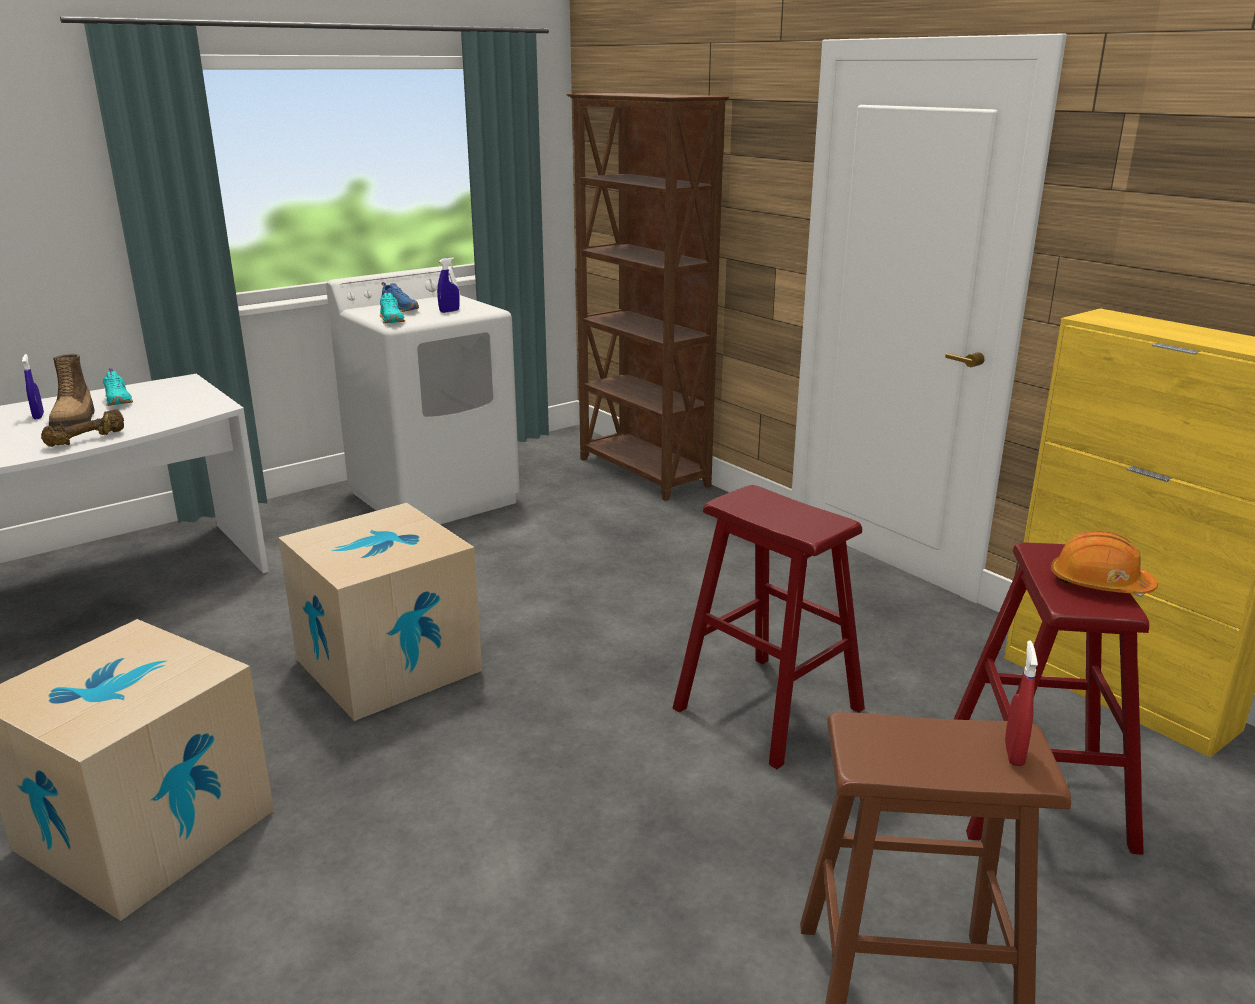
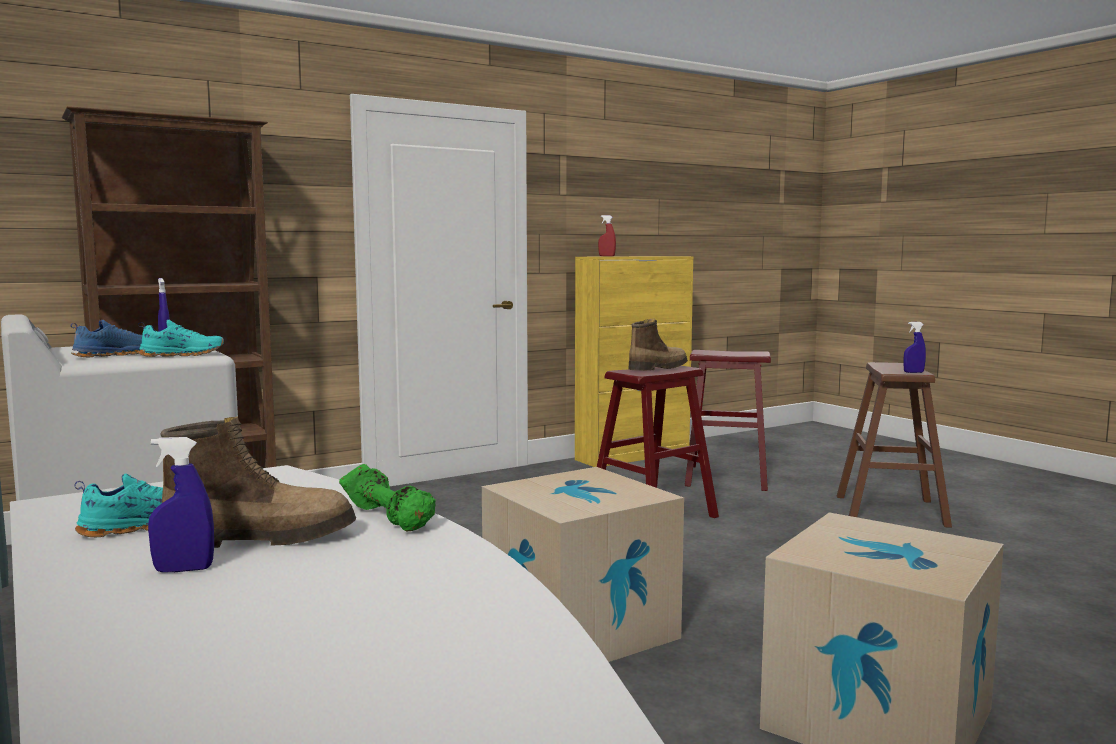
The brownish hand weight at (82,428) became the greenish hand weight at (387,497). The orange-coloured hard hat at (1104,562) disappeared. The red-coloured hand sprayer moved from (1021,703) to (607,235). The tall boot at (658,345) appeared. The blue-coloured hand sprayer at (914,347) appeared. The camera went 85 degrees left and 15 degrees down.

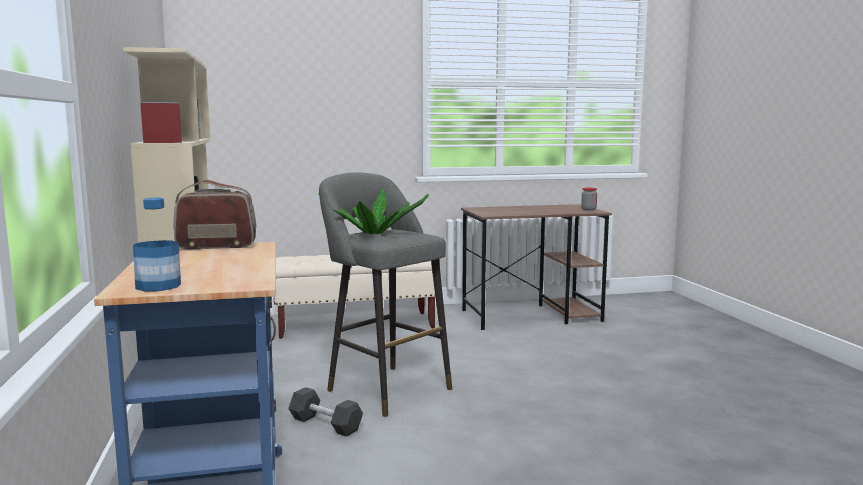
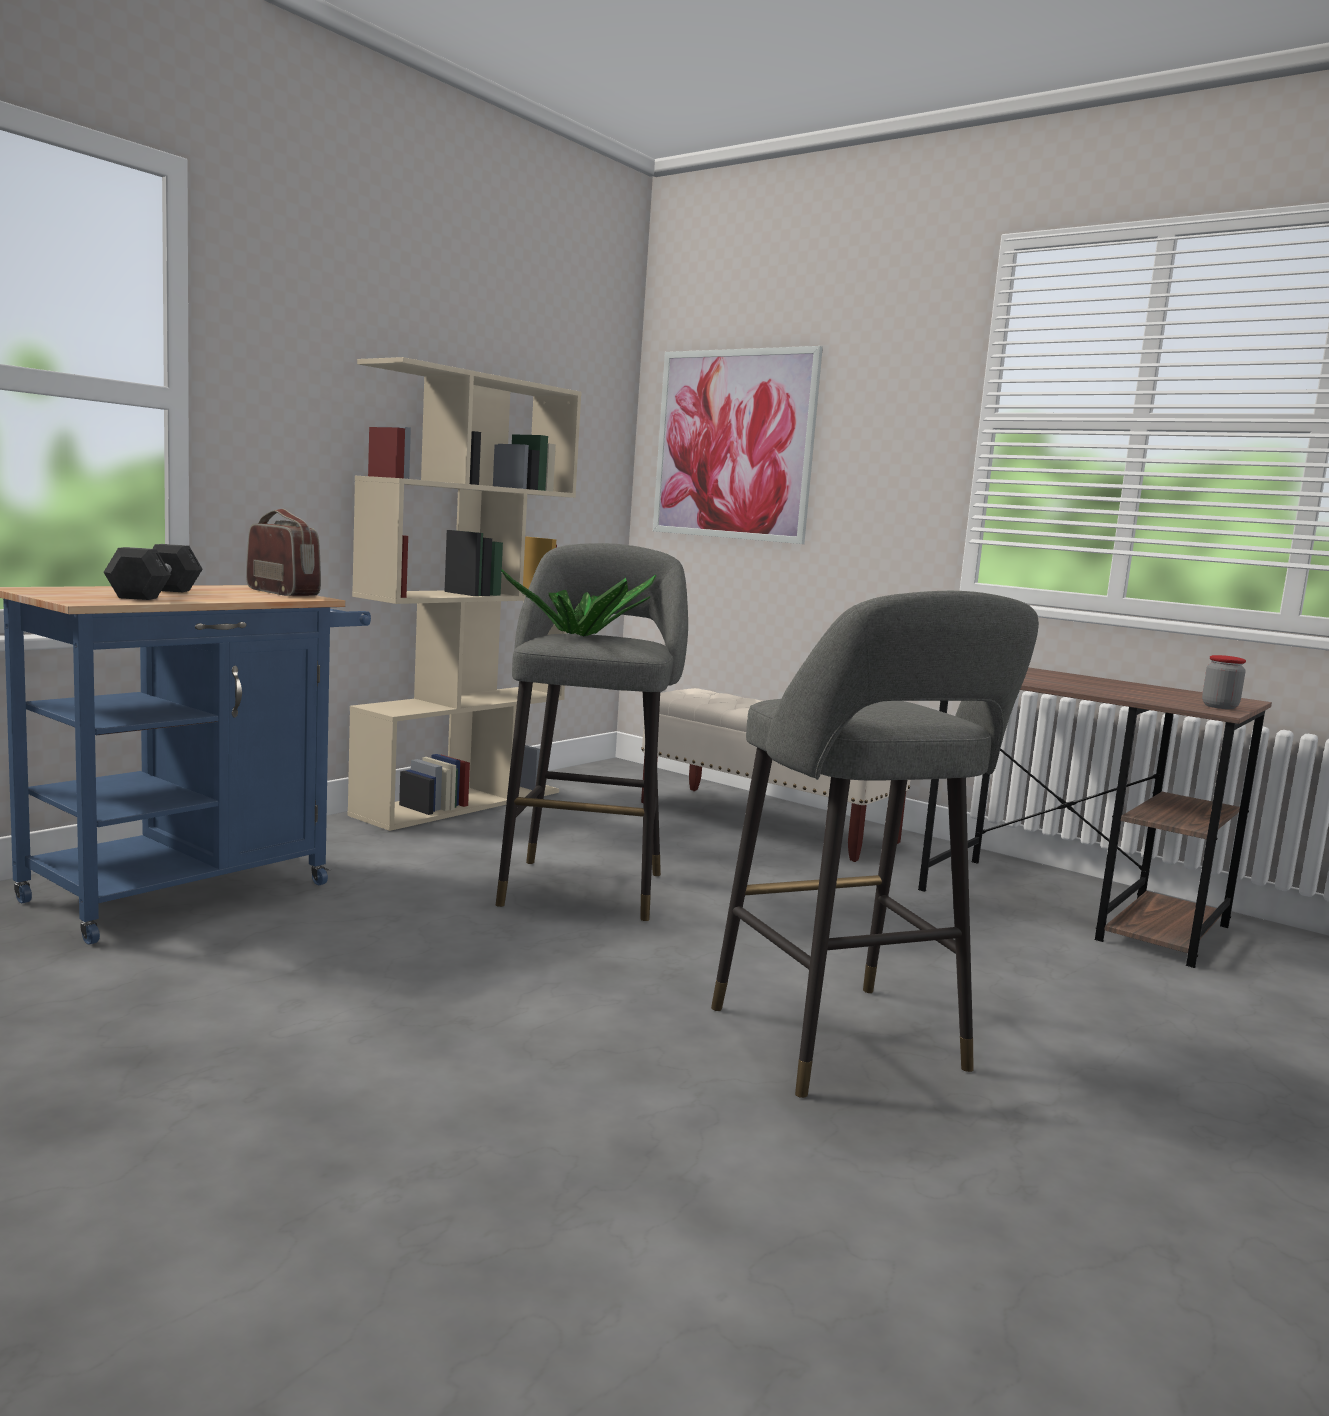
The bottle at (157,245) disappeared. The grey hand weight moved from (325,412) to (153,572). The picture at (738,445) appeared. The grey sitting stool at (875,844) appeared. The camera went 50 degrees right and 0 degrees up.

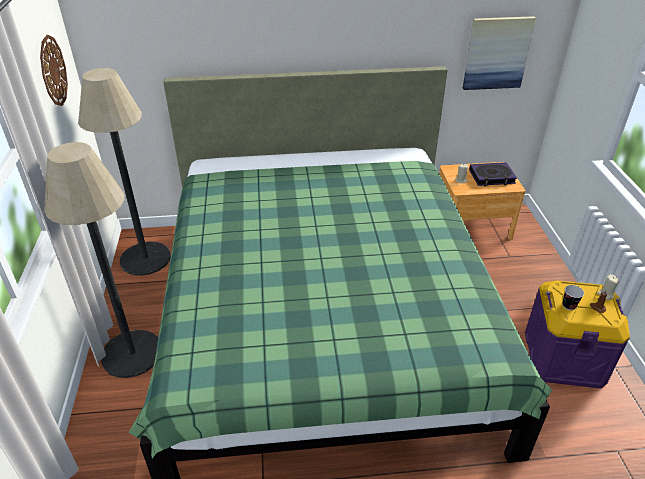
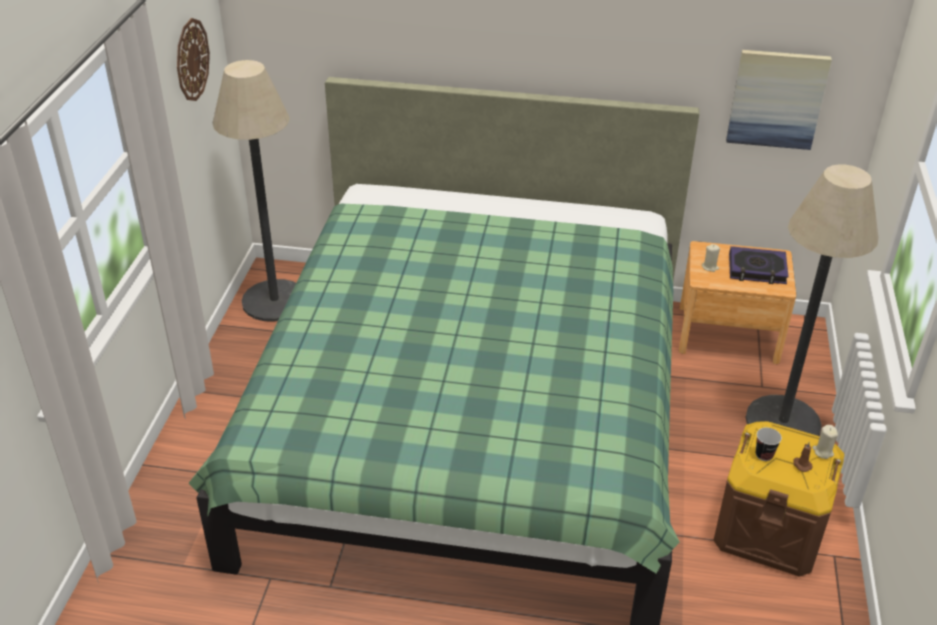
The floor lamp moved from (101,260) to (812,300). The purple-coloured storage box at (577,334) became the brownish storage box at (778,499). The camera went 15 degrees right and 0 degrees up.

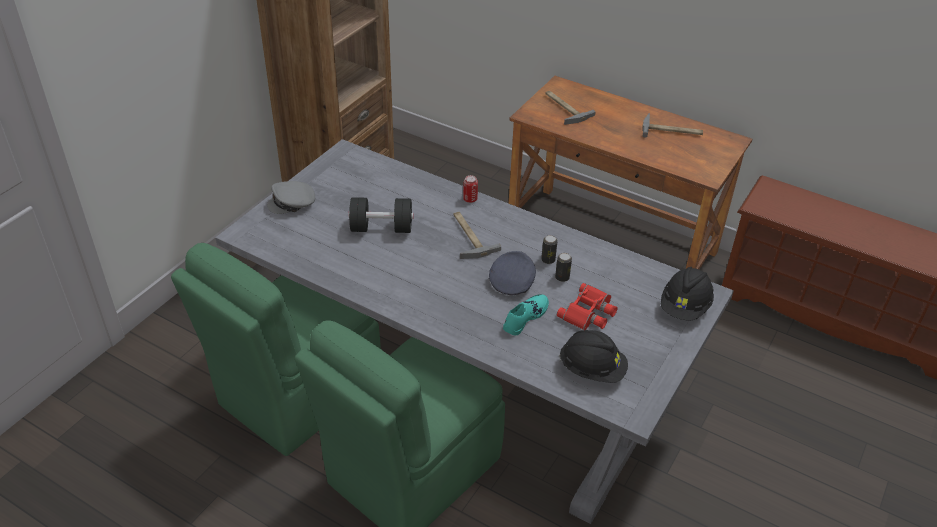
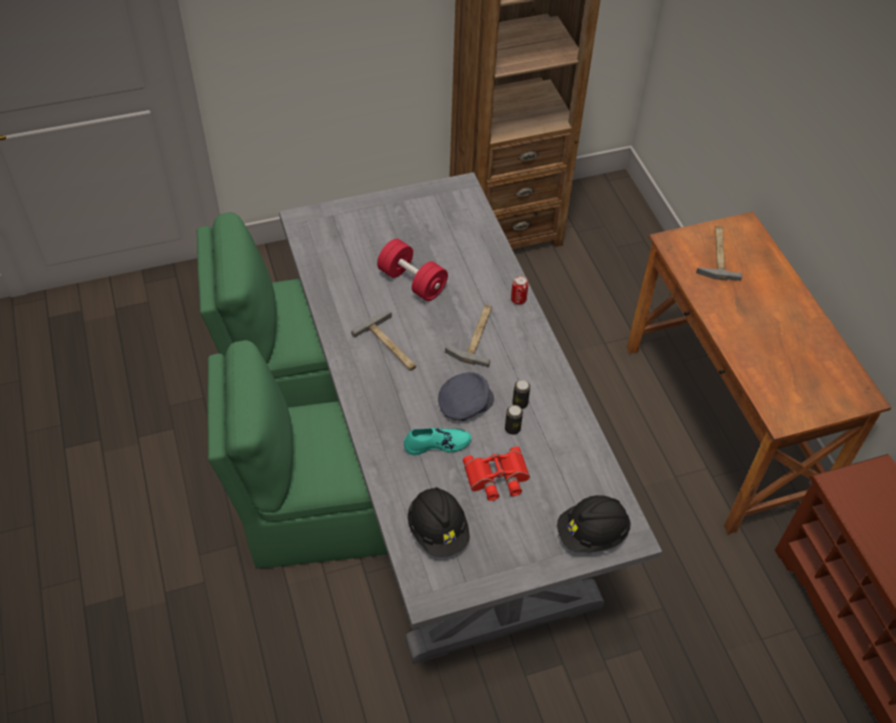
The tool hammer moved from (672,125) to (383,341). The grey cap at (291,197) disappeared. The blackish hand weight at (381,215) became the red-coloured hand weight at (412,270). The camera went 40 degrees right and 10 degrees up.

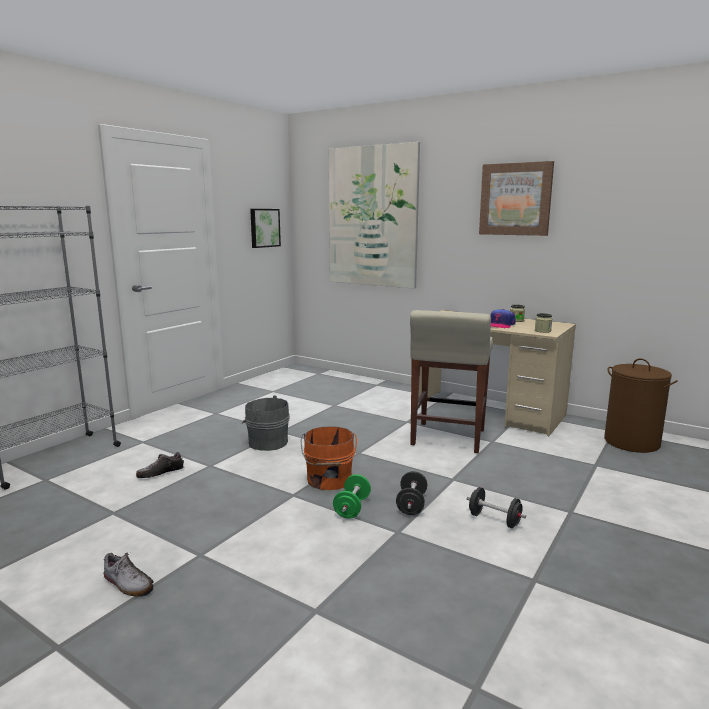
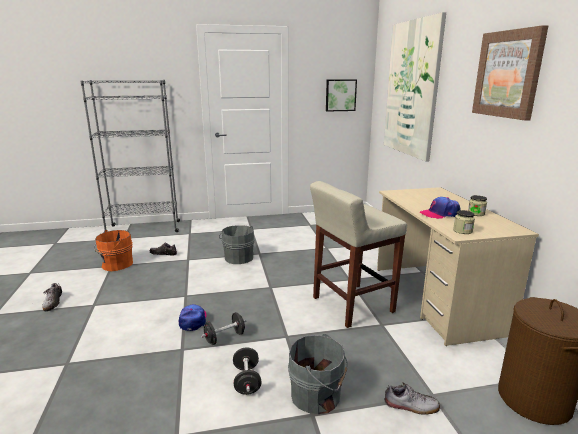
The orange-coloured water bucket moved from (329,458) to (113,250). The greenish hand weight at (352,496) was replaced by the cap at (193,317). The grey water bucket at (318,374) appeared. The low shoe at (412,398) appeared. The camera went 45 degrees right and 5 degrees up.

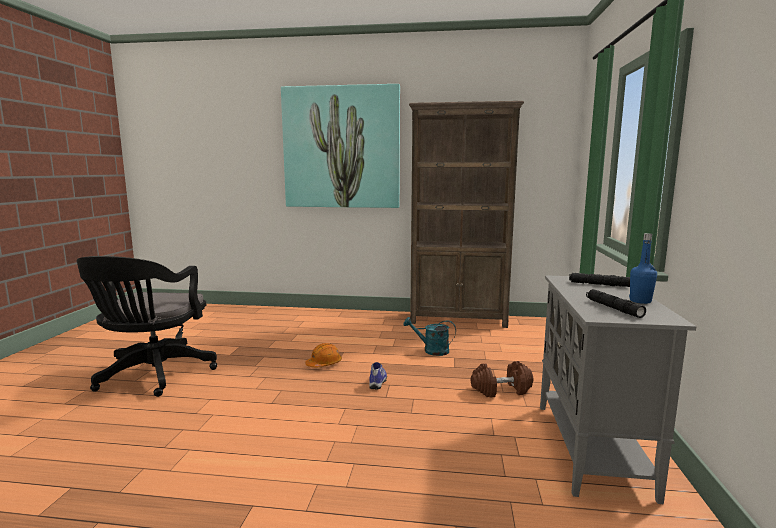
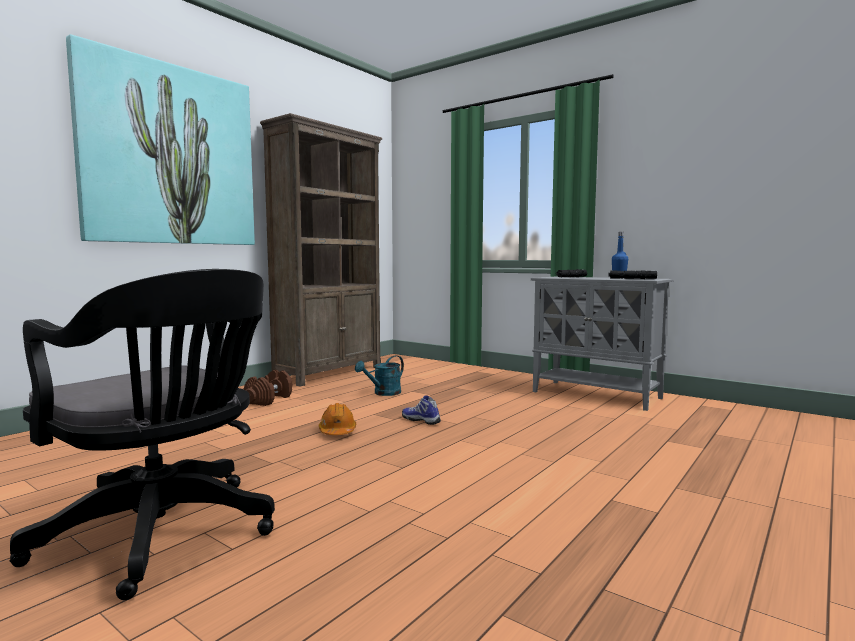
The brownish hand weight moved from (502,379) to (268,388). The camera went 60 degrees left and 5 degrees down.

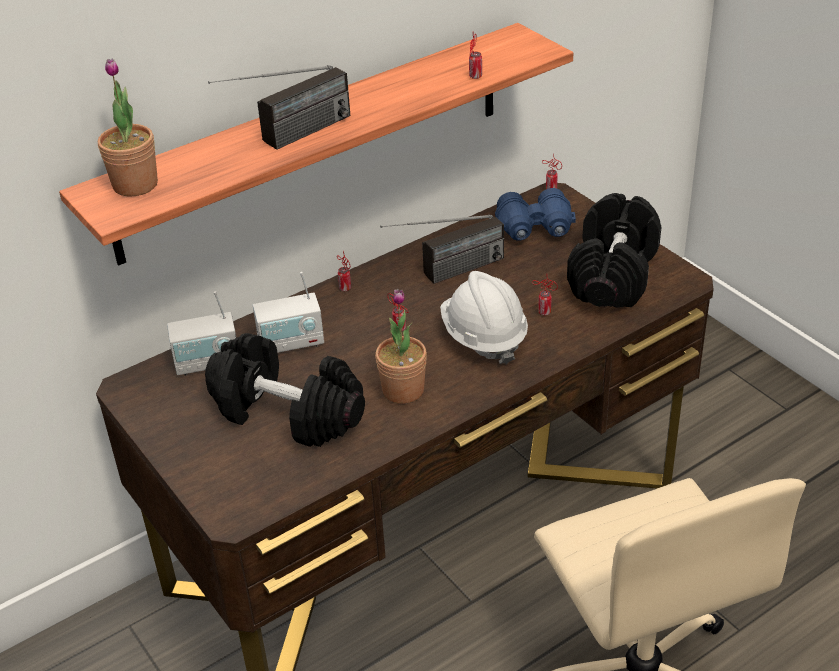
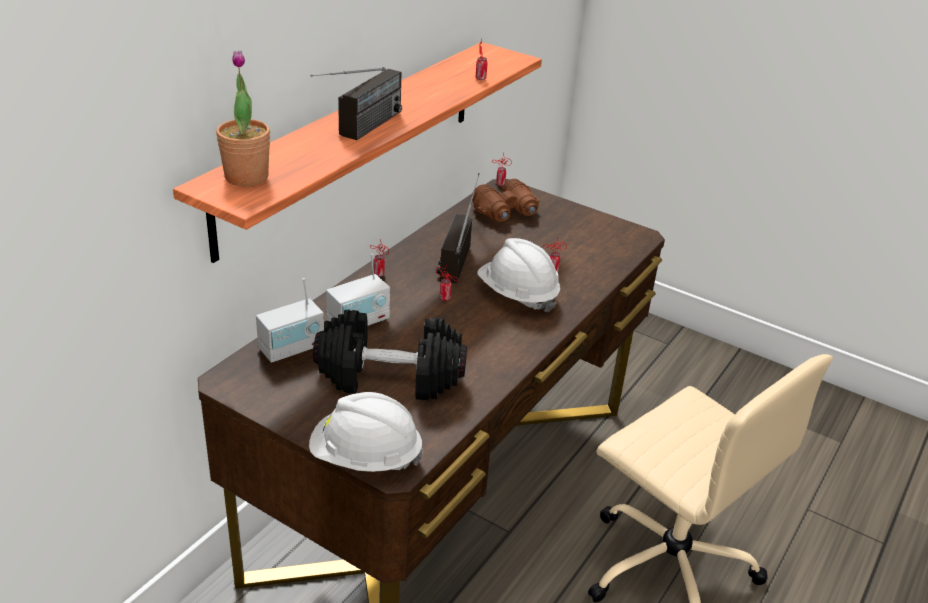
The blue-coloured pair of binoculars at (535,214) became the brownish pair of binoculars at (505,200). The blackish hand weight at (614,250) disappeared. The radio set at (442,249) turned 150 degrees clockwise. The potted plant at (401,346) disappeared. The white-coloured hard hat at (366,432) appeared. The camera went 25 degrees left and 5 degrees down.

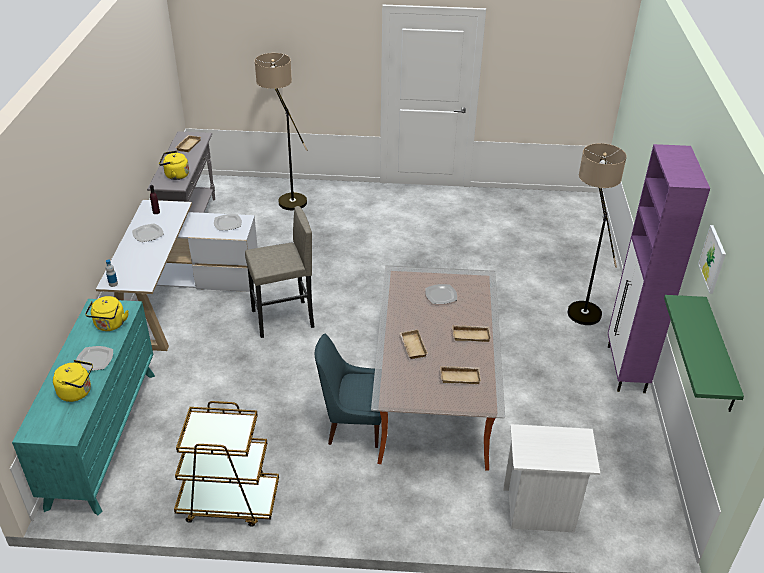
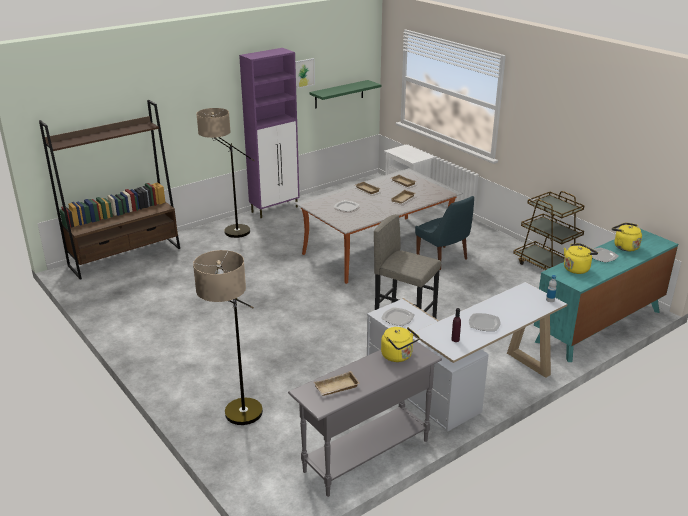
The brownish shelving unit at (109,189) appeared. The camera went 130 degrees left and 10 degrees down.

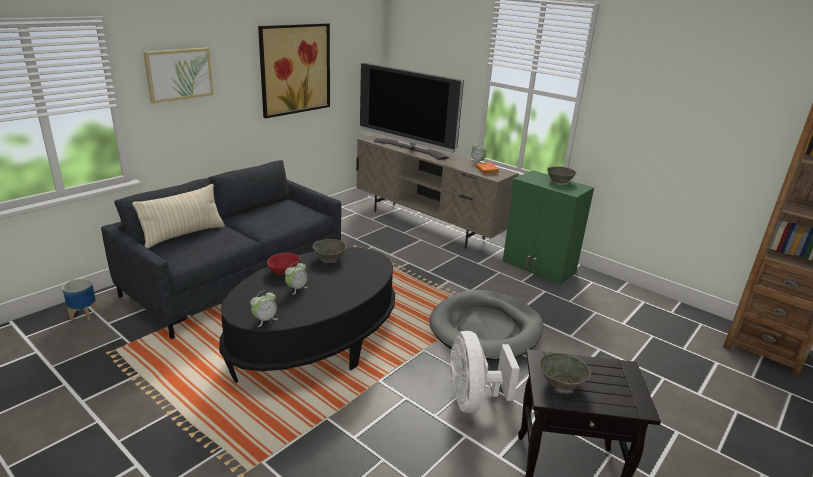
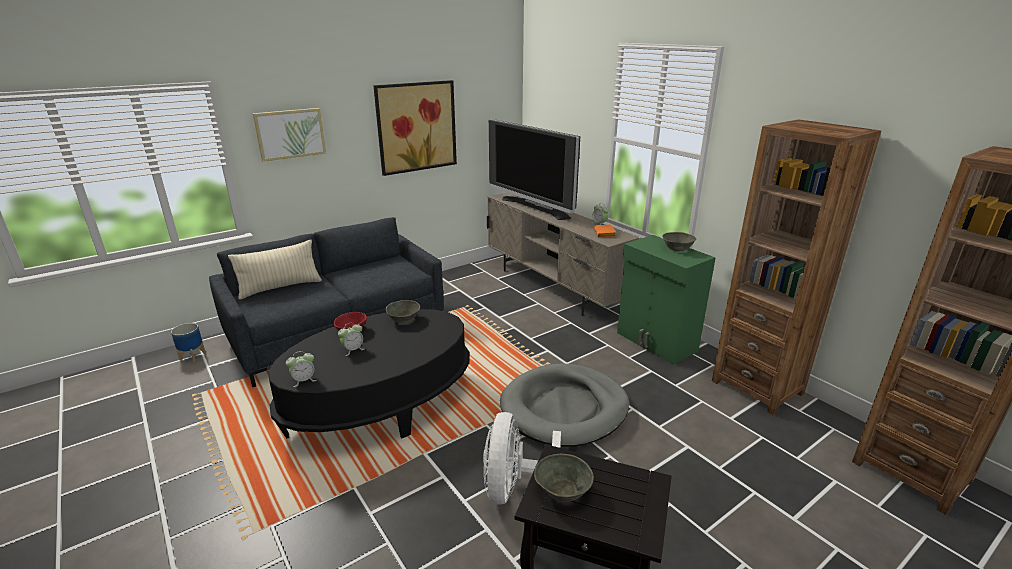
The brownish shelving unit at (796,267) appeared. The camera went 15 degrees right and 0 degrees up.

